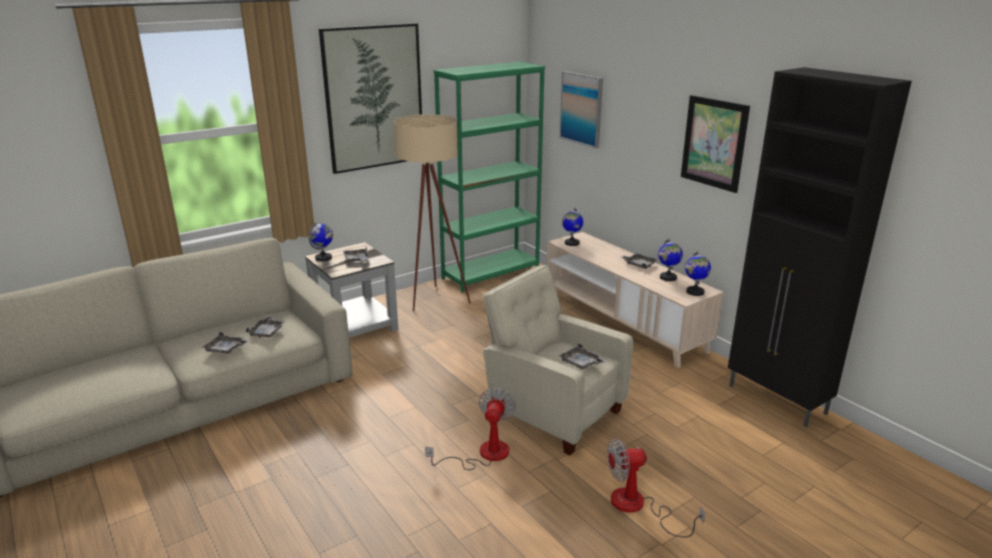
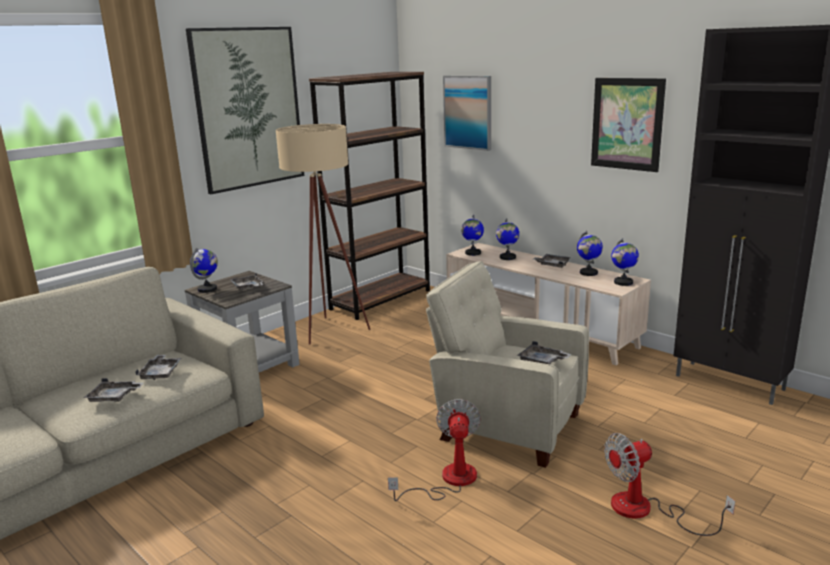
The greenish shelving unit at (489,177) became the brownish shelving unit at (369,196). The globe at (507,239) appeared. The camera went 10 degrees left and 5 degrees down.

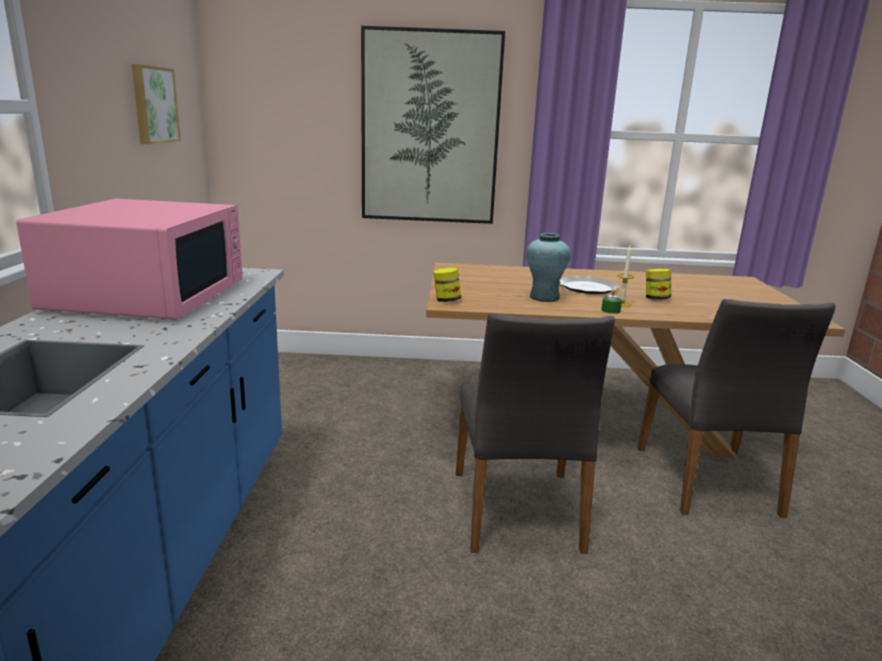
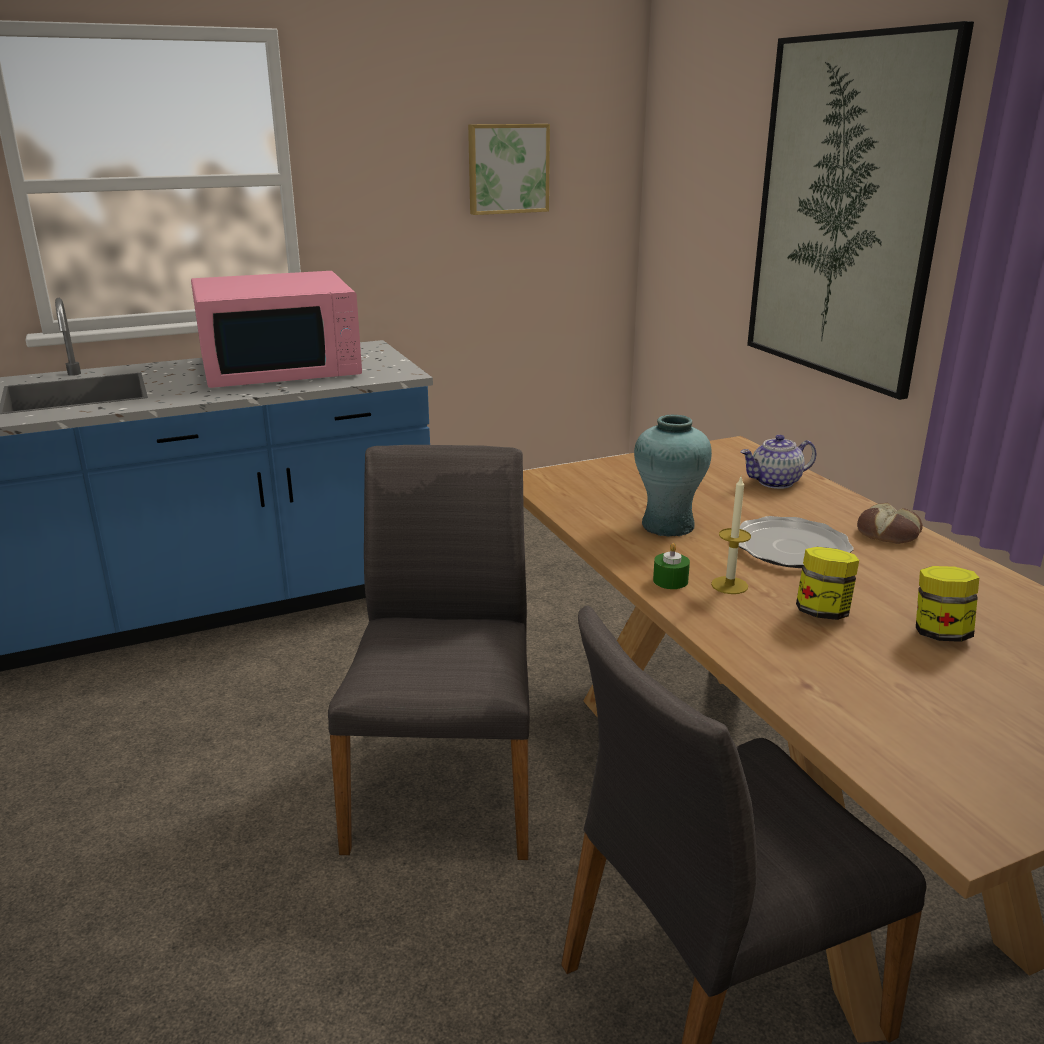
The jar moved from (447,285) to (947,604). The grey upright chair at (535,433) turned 120 degrees clockwise. The teapot at (778,461) appeared. The bakery bread at (890,523) appeared. The camera went 65 degrees right and 5 degrees up.

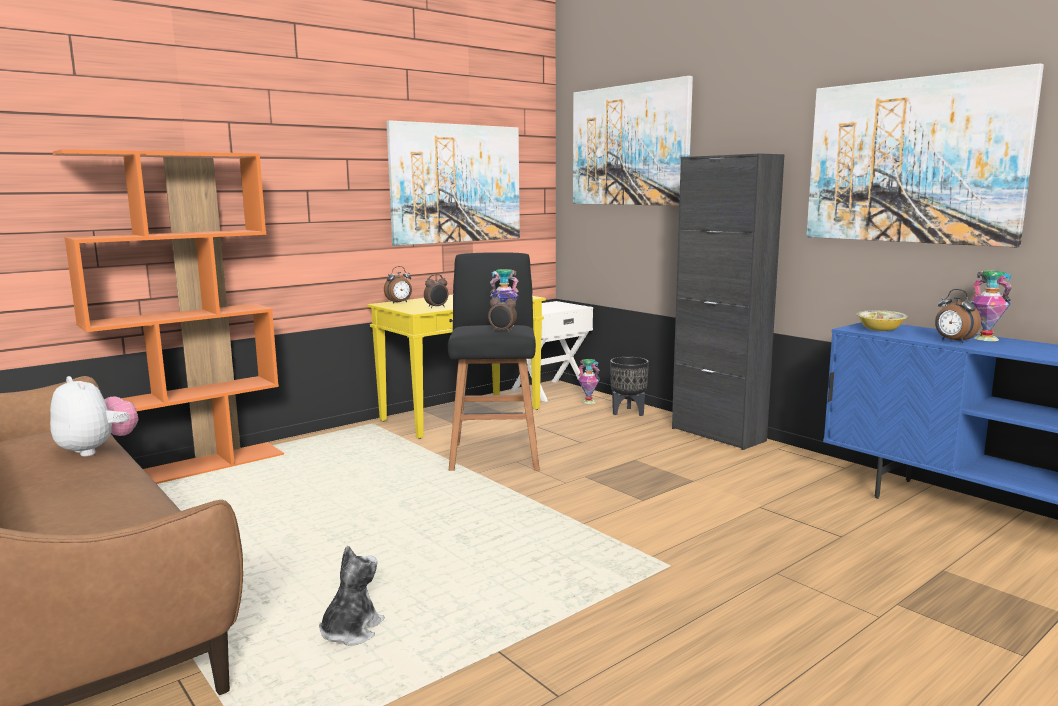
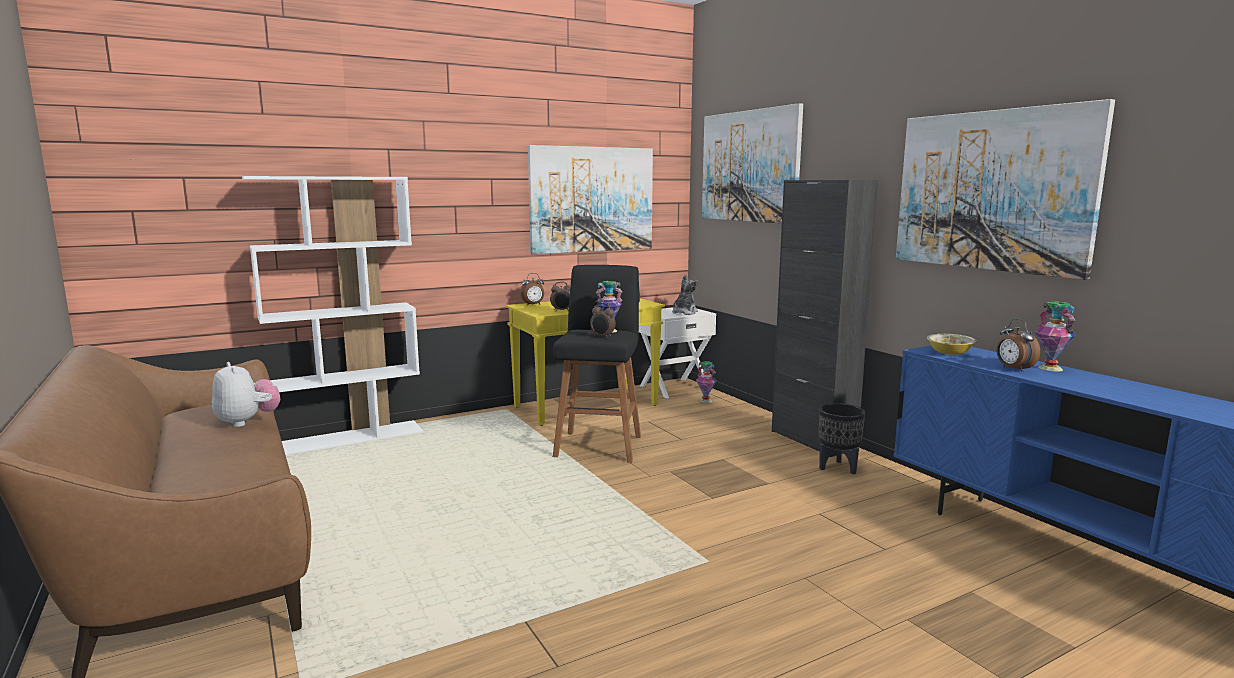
The orange-coloured shelving unit at (168,316) became the white-coloured shelving unit at (332,315). The blackish flower pot moved from (629,386) to (842,438). The cuddly toy moved from (352,596) to (685,294). The camera went 10 degrees right and 0 degrees up.

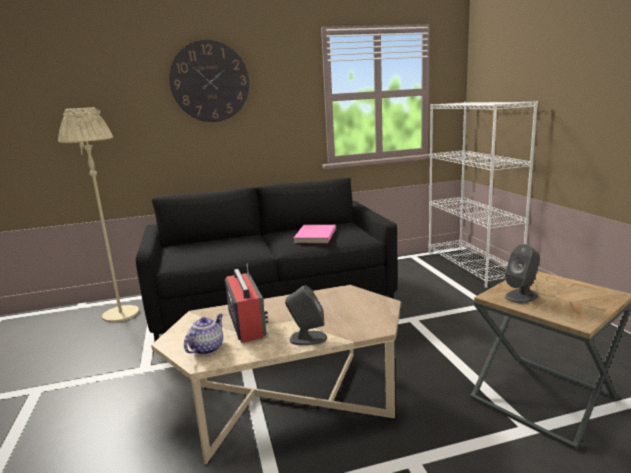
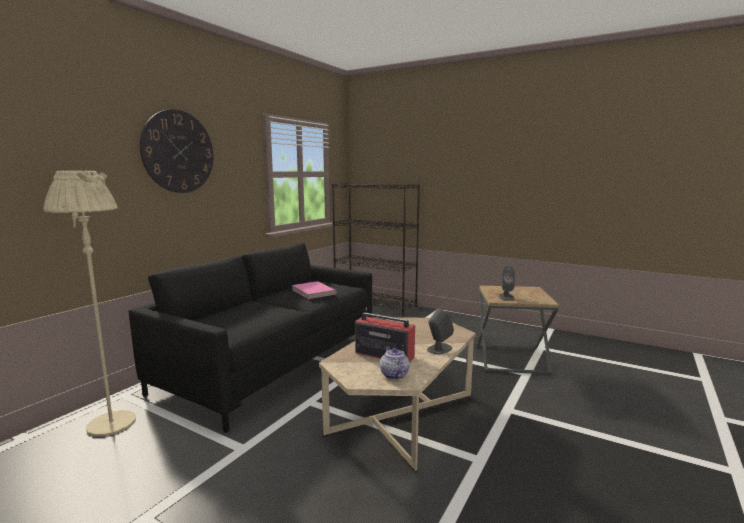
The white-coloured shelving unit at (483,194) became the blackish shelving unit at (376,249). The camera went 45 degrees left and 5 degrees down.

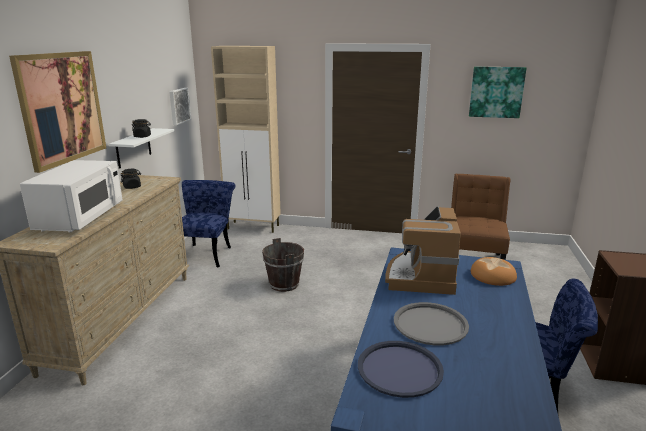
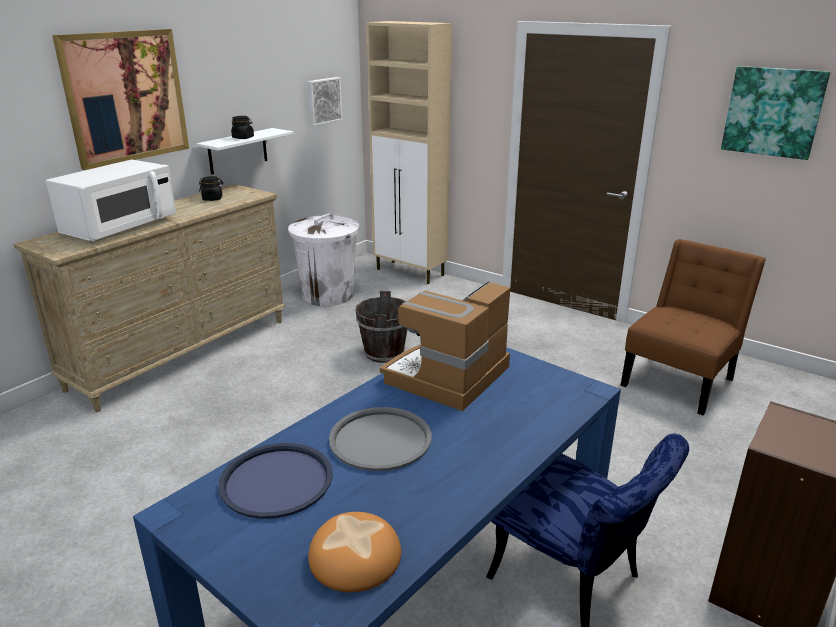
The blue-coloured upright chair at (209,223) was replaced by the white-coloured trash can at (323,259). The bakery bread moved from (494,271) to (354,552). The camera went 25 degrees right and 5 degrees up.

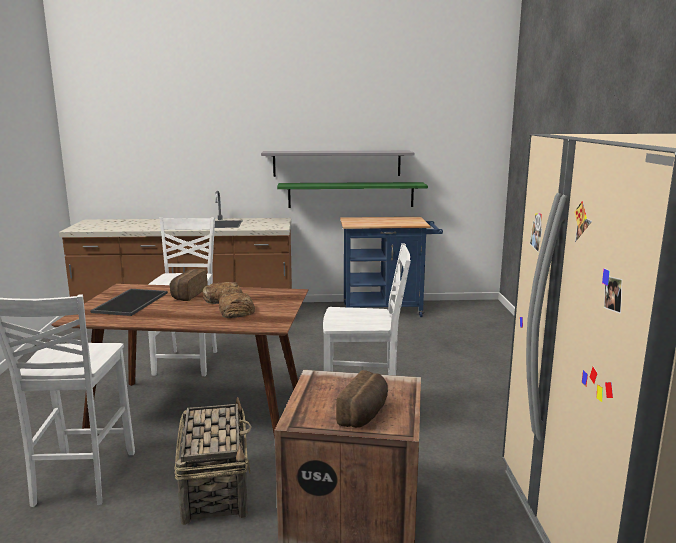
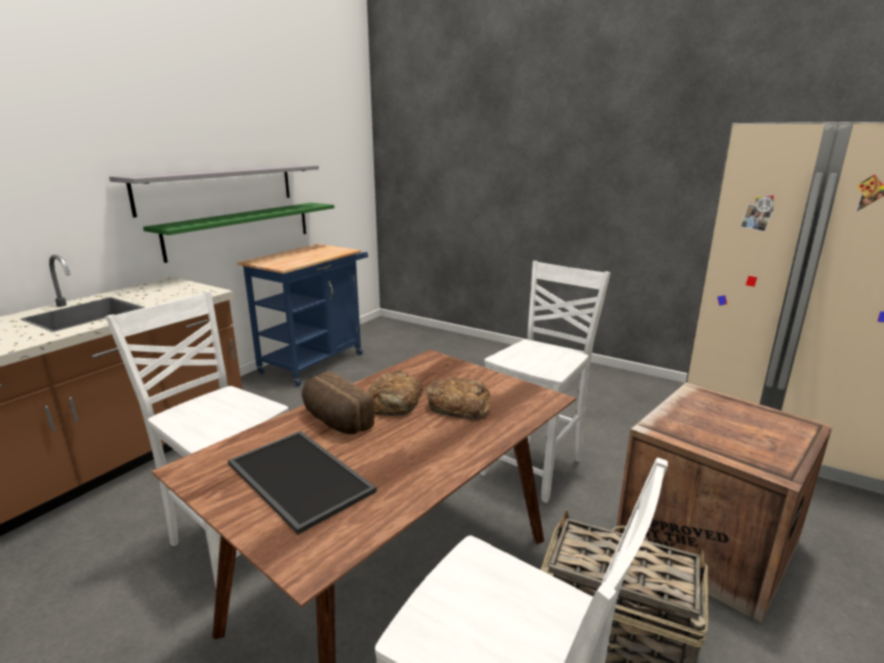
The bakery bread at (362,399) disappeared. The camera went 55 degrees left and 5 degrees up.

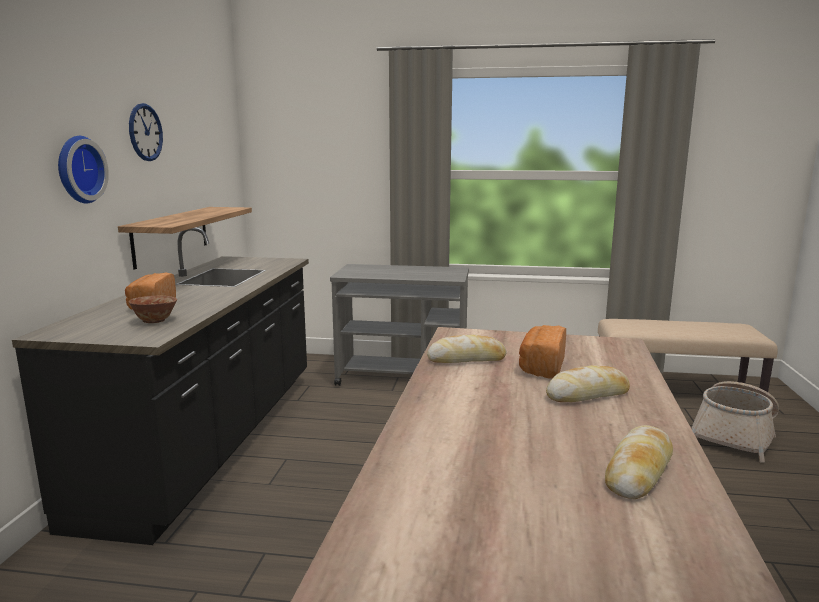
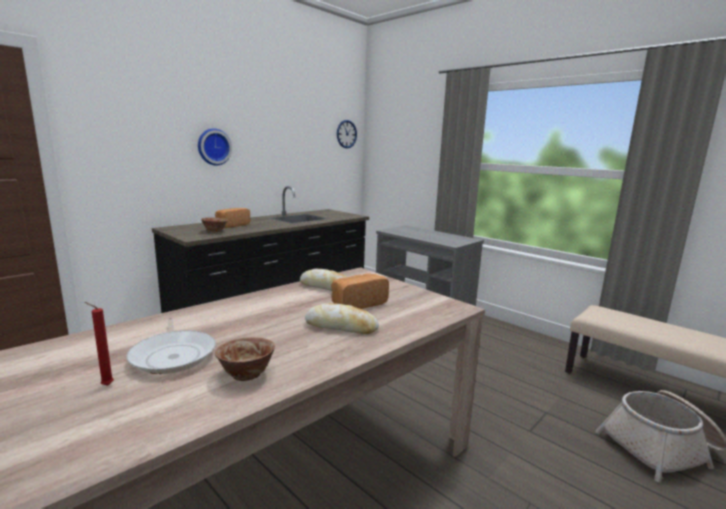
The hanging clock moved from (146,132) to (347,134). The wall shelf at (185,238) disappeared. The bakery bread at (639,462) was replaced by the serving bowl at (245,359). The red-coloured wax candle at (99,344) appeared. The skillet at (171,346) appeared. The camera went 35 degrees right and 0 degrees up.

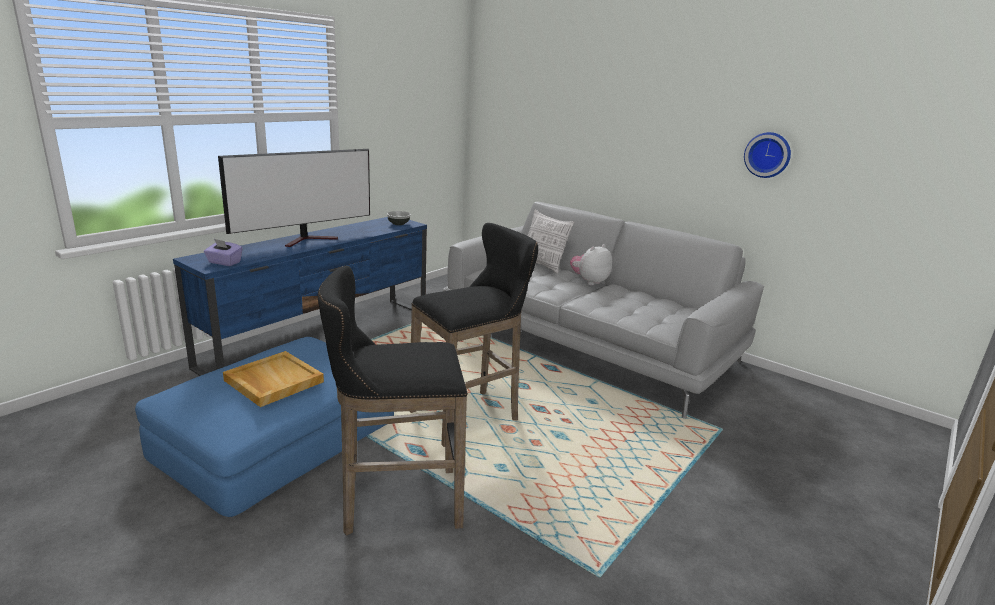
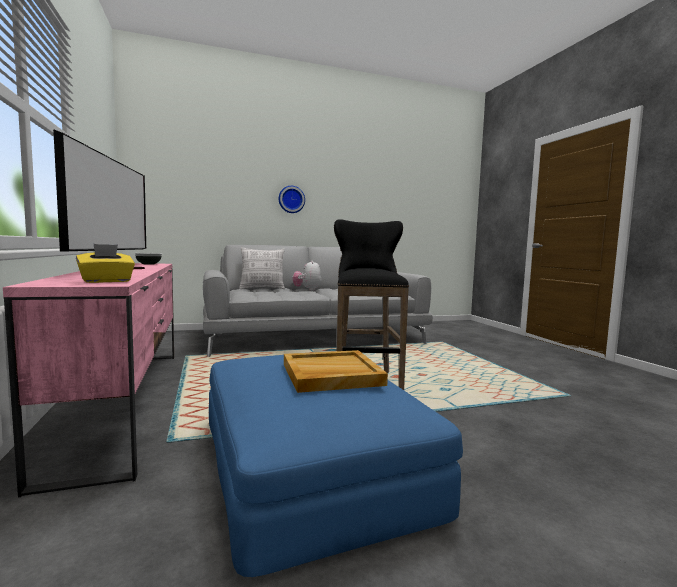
The hanging clock moved from (767,155) to (292,199). The blue-coloured media console at (300,296) became the pink media console at (88,380). The purple-coloured tissue box at (223,252) became the yellowish tissue box at (105,263). The blackish sitting stool at (393,401) disappeared. The camera went 55 degrees left and 15 degrees down.

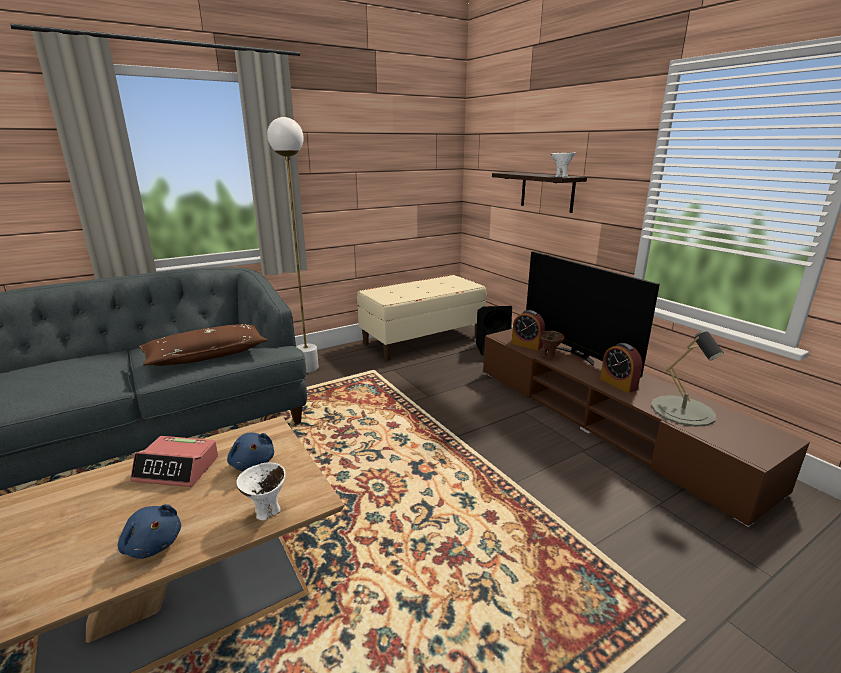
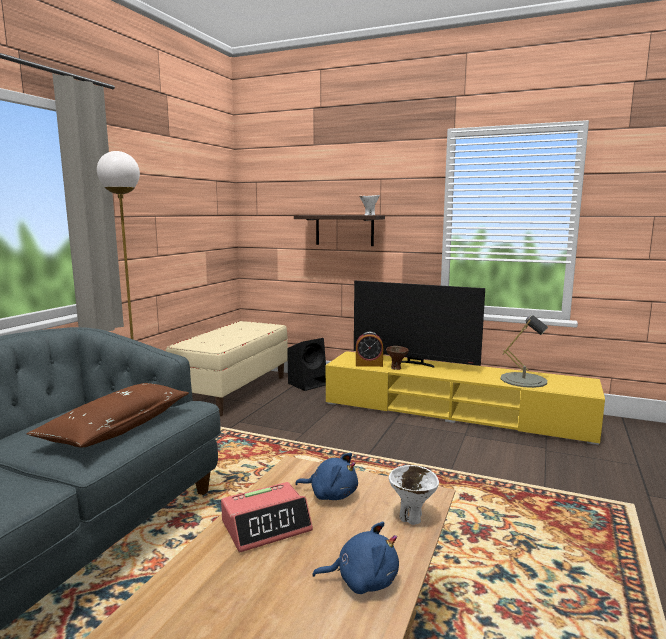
The brownish media console at (646,428) became the yellowish media console at (465,398). The bedside clock at (621,368) disappeared. The camera went 35 degrees left and 10 degrees down.

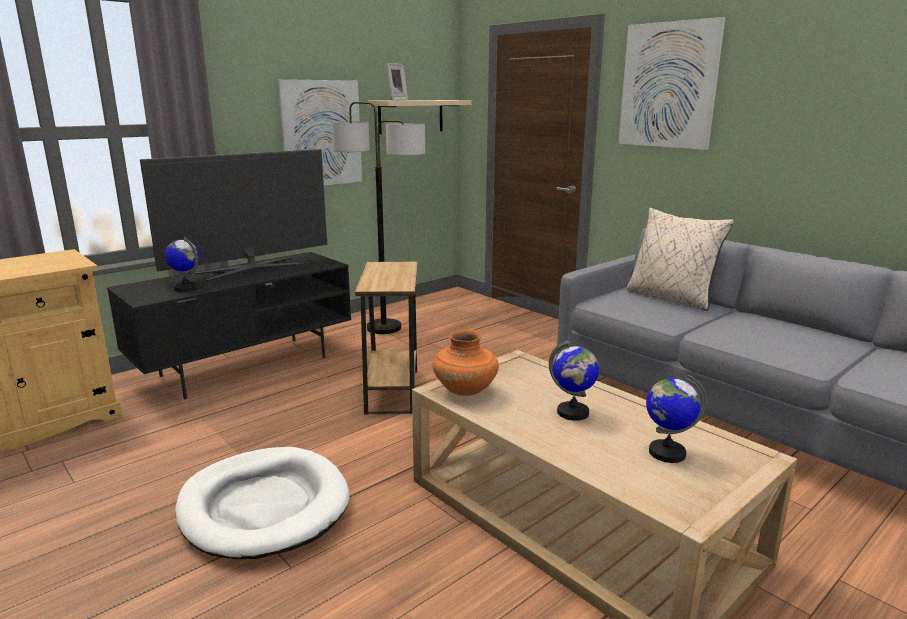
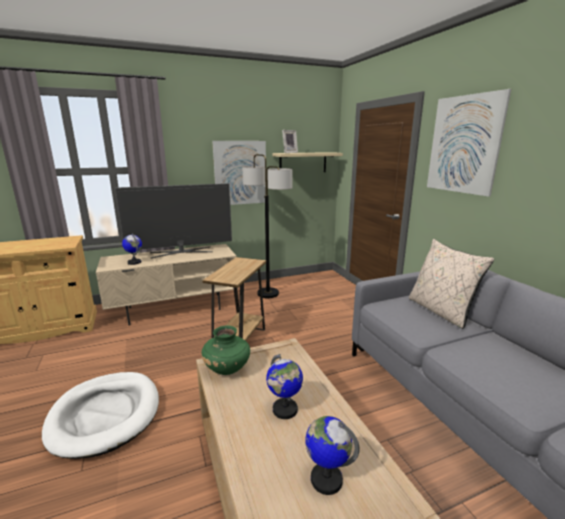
The blackish media console at (229,325) became the beige media console at (167,284). The orange-coloured decorative vase at (465,363) became the greenish decorative vase at (225,350). The camera went 20 degrees right and 0 degrees up.

